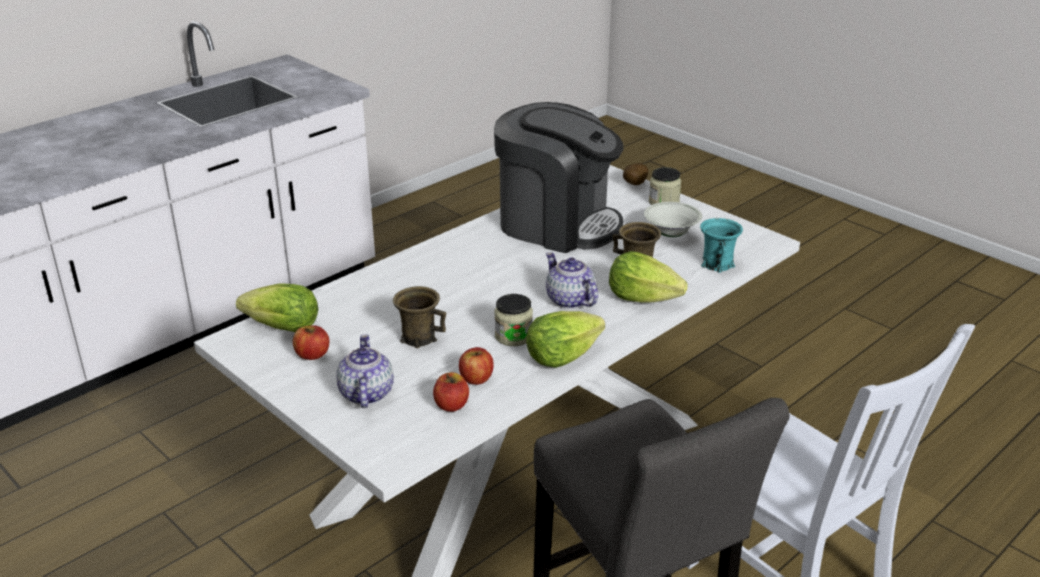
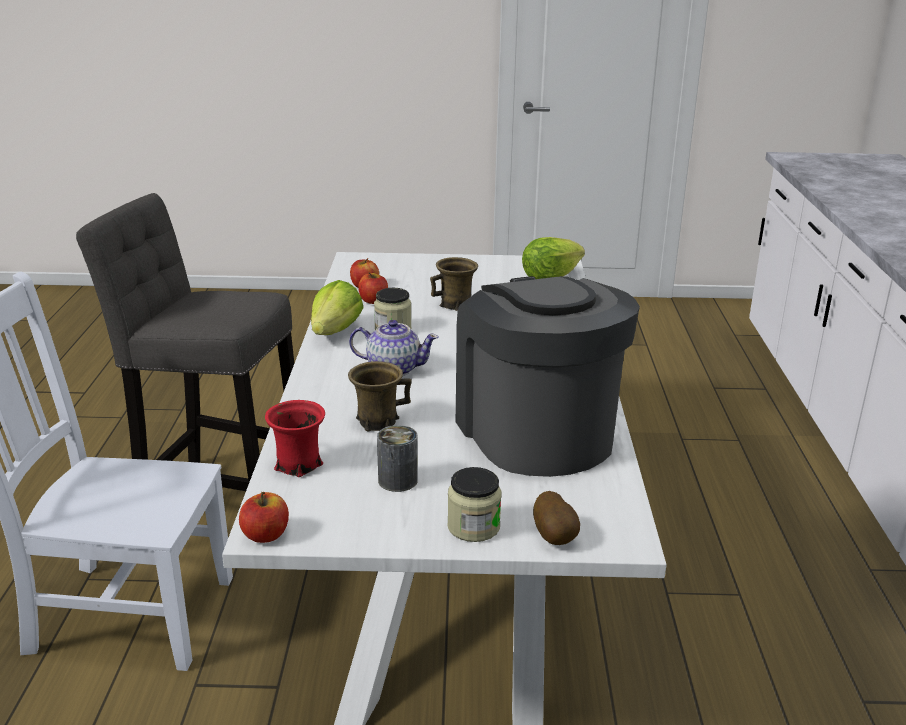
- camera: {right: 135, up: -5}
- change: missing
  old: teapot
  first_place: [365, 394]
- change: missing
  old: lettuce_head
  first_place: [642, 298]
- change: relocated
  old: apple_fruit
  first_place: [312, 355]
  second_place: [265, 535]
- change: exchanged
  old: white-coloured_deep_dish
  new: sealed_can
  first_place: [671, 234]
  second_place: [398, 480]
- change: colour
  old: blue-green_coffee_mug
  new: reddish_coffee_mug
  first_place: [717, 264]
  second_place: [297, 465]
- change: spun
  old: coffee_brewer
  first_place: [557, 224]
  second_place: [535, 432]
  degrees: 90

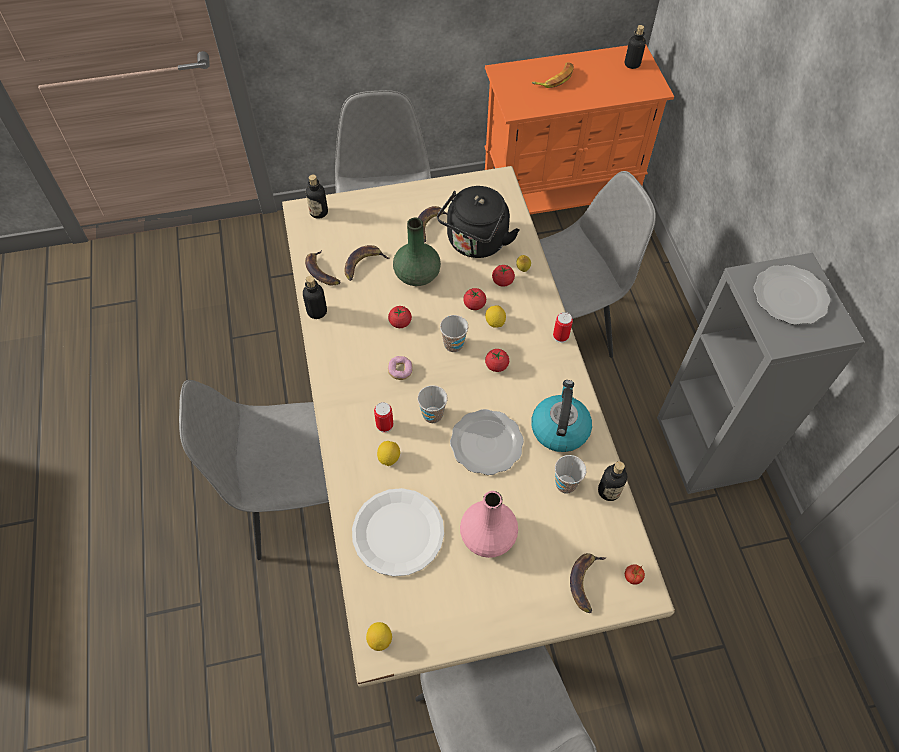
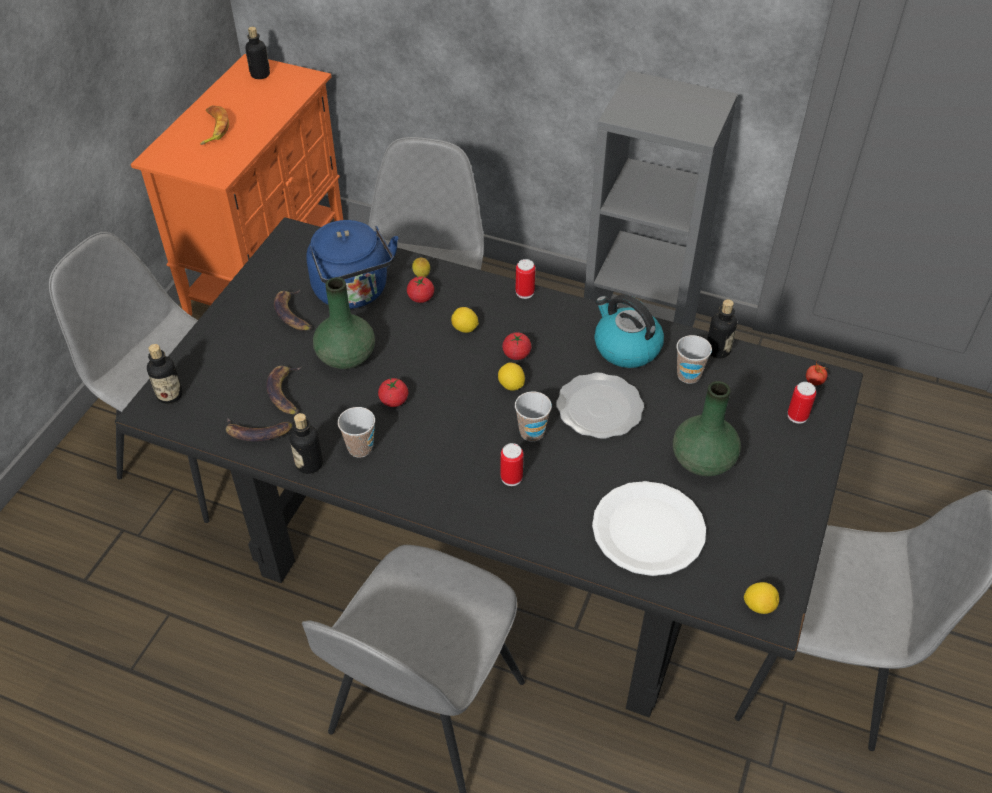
- camera: {right: -55, up: -10}
- change: missing
  old: doughnut
  first_place: [400, 371]
- change: missing
  old: fresh_tomato
  first_place: [474, 305]
- change: missing
  old: plate
  first_place: [790, 296]
- change: relocated
  old: lemon
  first_place: [389, 458]
  second_place: [511, 385]
- change: relocated
  old: drinking_cup
  first_place: [453, 344]
  second_place: [360, 448]
- change: exchanged
  old: whole_banana
  new: sealed_can
  first_place: [584, 581]
  second_place: [797, 416]
- change: colour
  old: sand-coloured_kitchen_table
  new: black-coloured_kitchen_table
  first_place: [445, 464]
  second_place: [492, 543]
- change: colour
  old: black-coloured_water_kettle
  new: bluish_water_kettle
  first_place: [475, 243]
  second_place: [353, 292]
- change: colour
  old: pink-coloured_vase
  new: greenish_vase
  first_place: [487, 535]
  second_place: [702, 460]

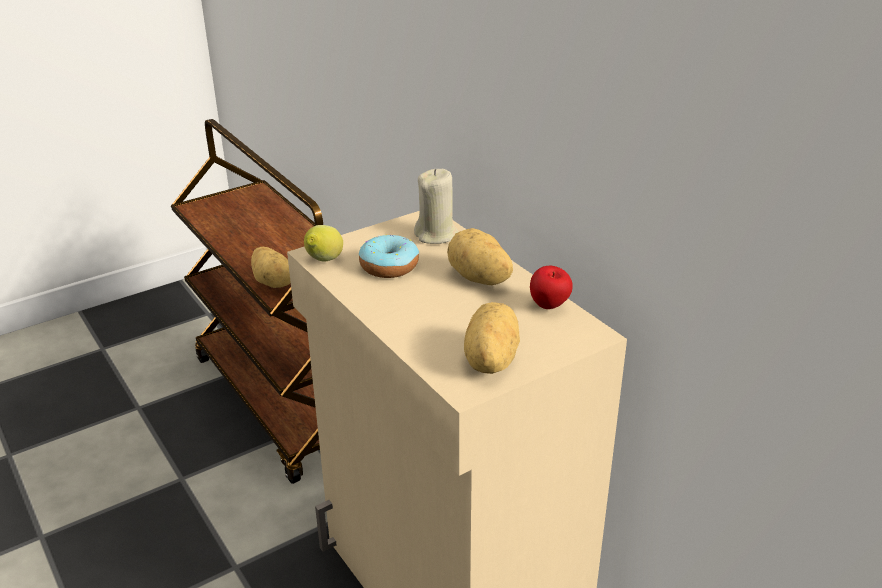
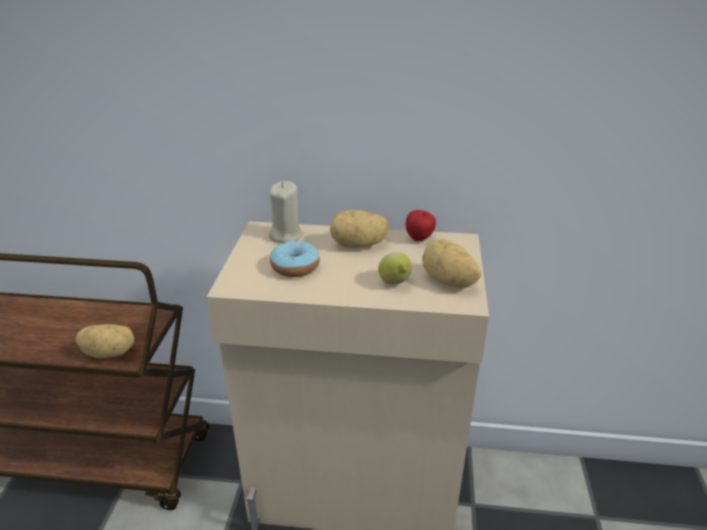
- camera: {right: -50, up: 0}
- change: relocated
  old: lemon
  first_place: [323, 261]
  second_place: [395, 284]

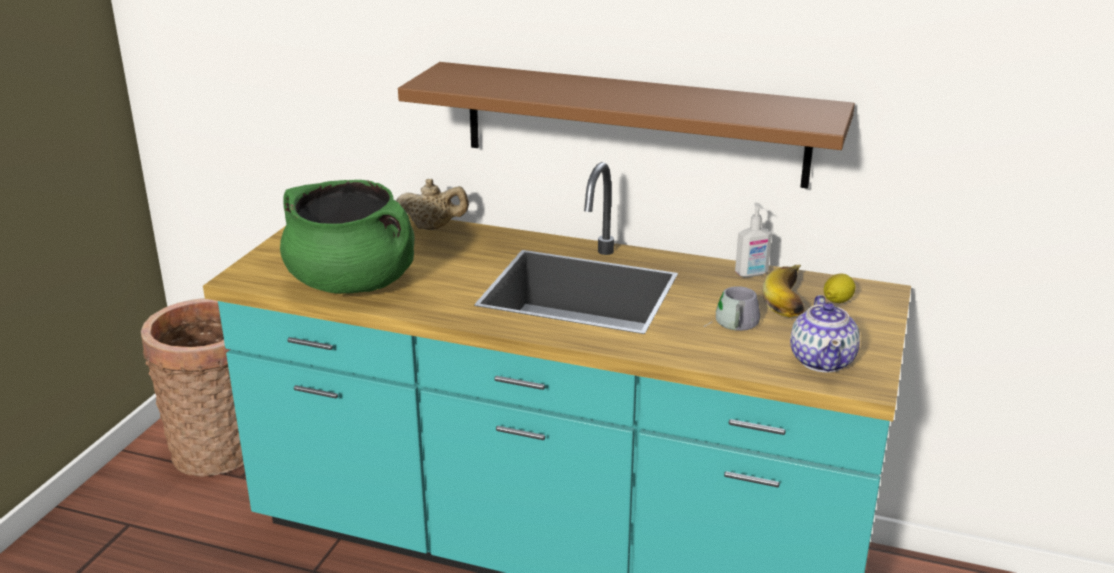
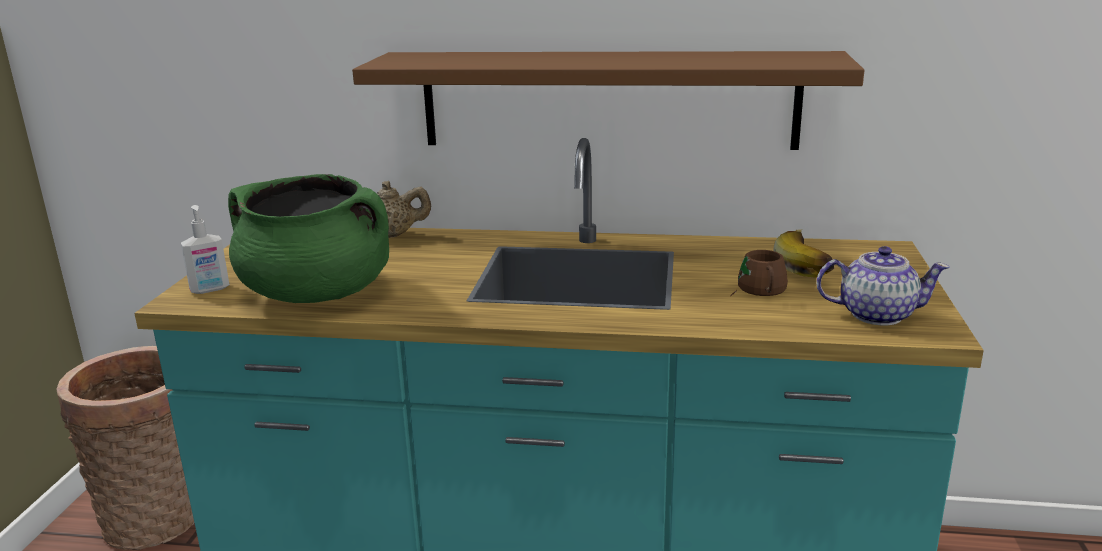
- camera: {right: -10, up: -5}
- change: missing
  old: lemon
  first_place: [836, 301]
- change: relocated
  old: soap_dispenser
  first_place: [751, 274]
  second_place: [210, 289]
- change: colour
  old: greyish_coffee_mug
  new: brown-coloured_coffee_mug
  first_place: [731, 323]
  second_place: [757, 290]
- change: spun
  old: teapot
  first_place: [822, 360]
  second_place: [875, 314]
  degrees: -75

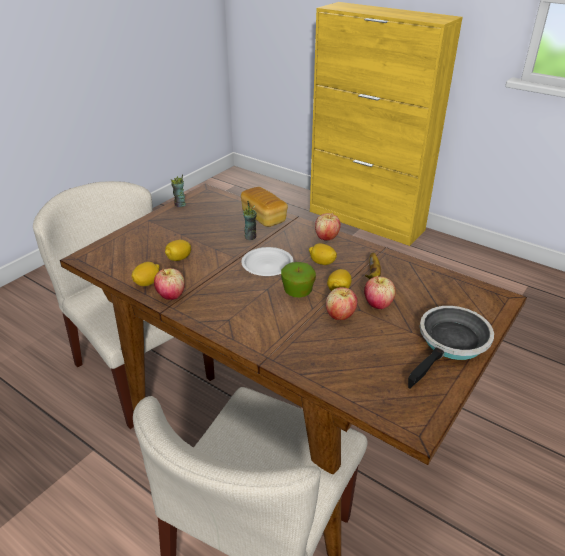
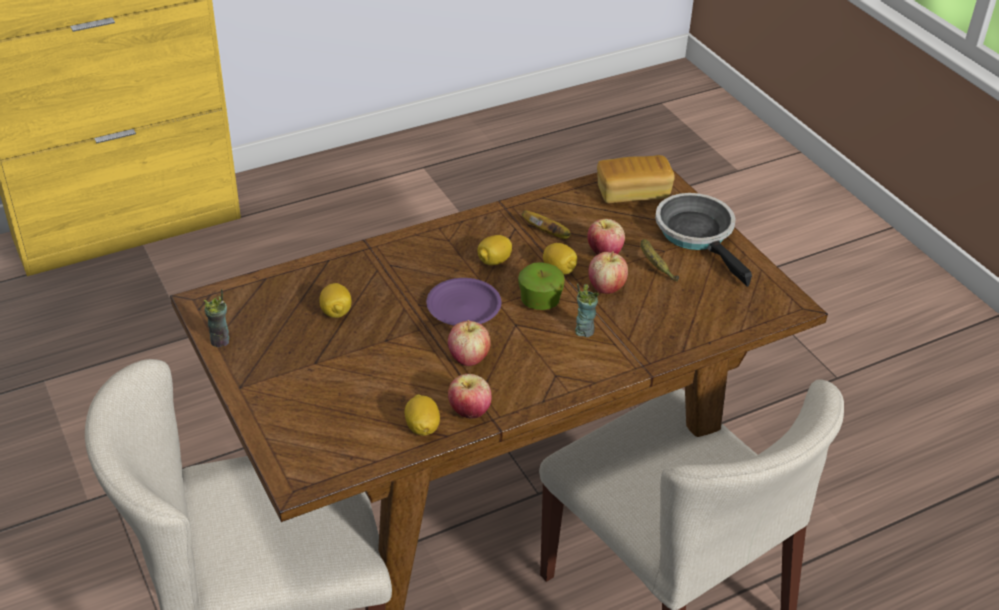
- camera: {right: -65, up: 5}
- change: appeared
  new: whole_banana
  second_place: [654, 265]
- change: relocated
  old: lemon
  first_place: [179, 259]
  second_place: [336, 312]
- change: relocated
  old: bread
  first_place: [264, 217]
  second_place: [632, 193]
- change: relocated
  old: drinking_cup
  first_place: [250, 237]
  second_place: [584, 330]
- change: relocated
  old: apple_fruit
  first_place: [326, 237]
  second_place: [468, 358]
- change: colour
  old: white-coloured_plate
  new: purple_plate
  first_place: [267, 265]
  second_place: [463, 307]

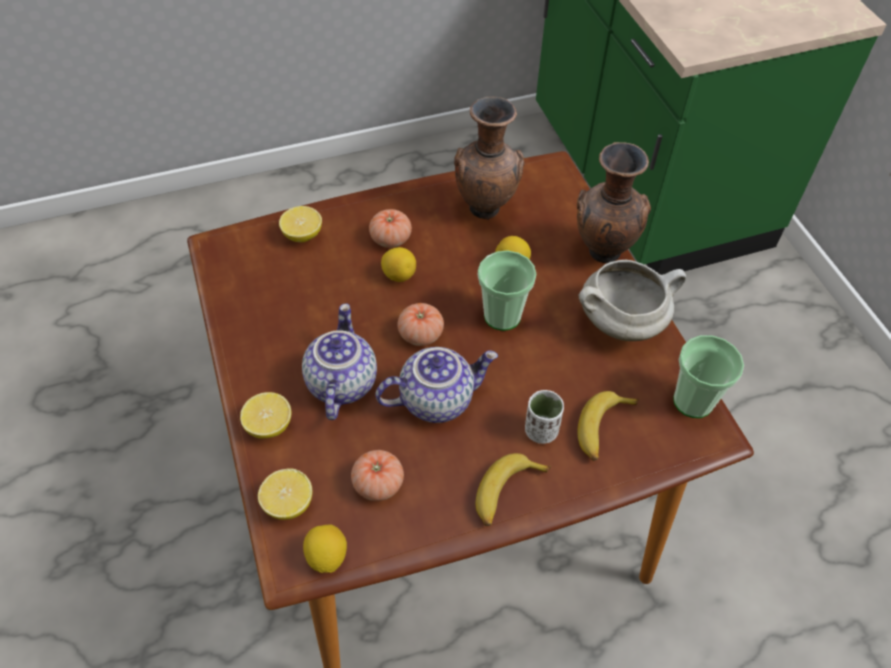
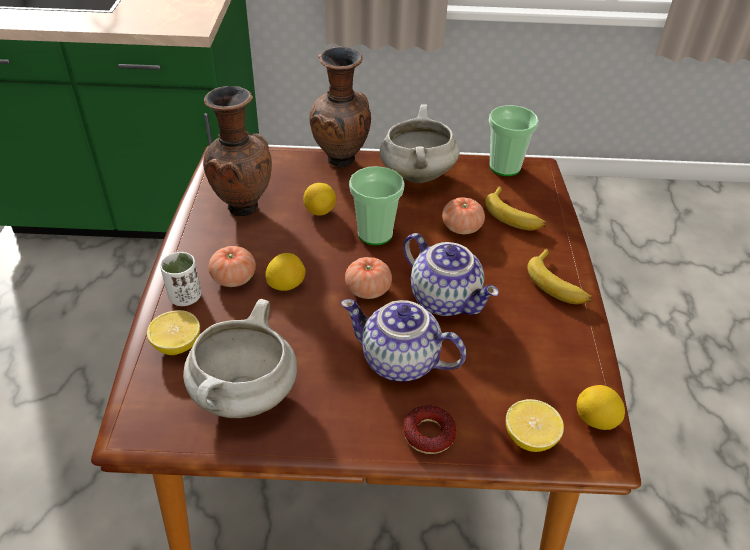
- camera: {right: -70, up: -10}
- change: appeared
  new: white-coloured_stockpot
  second_place: [245, 396]
- change: relocated
  old: fresh_tomato
  first_place: [378, 483]
  second_place: [461, 227]
- change: relocated
  old: white-coloured_drinking_cup
  first_place: [541, 430]
  second_place: [185, 297]
- change: exchanged
  old: lemon
  new: doughnut
  first_place: [269, 425]
  second_place: [429, 434]
- change: spun
  old: teapot
  first_place: [436, 398]
  second_place: [446, 299]
  degrees: 135

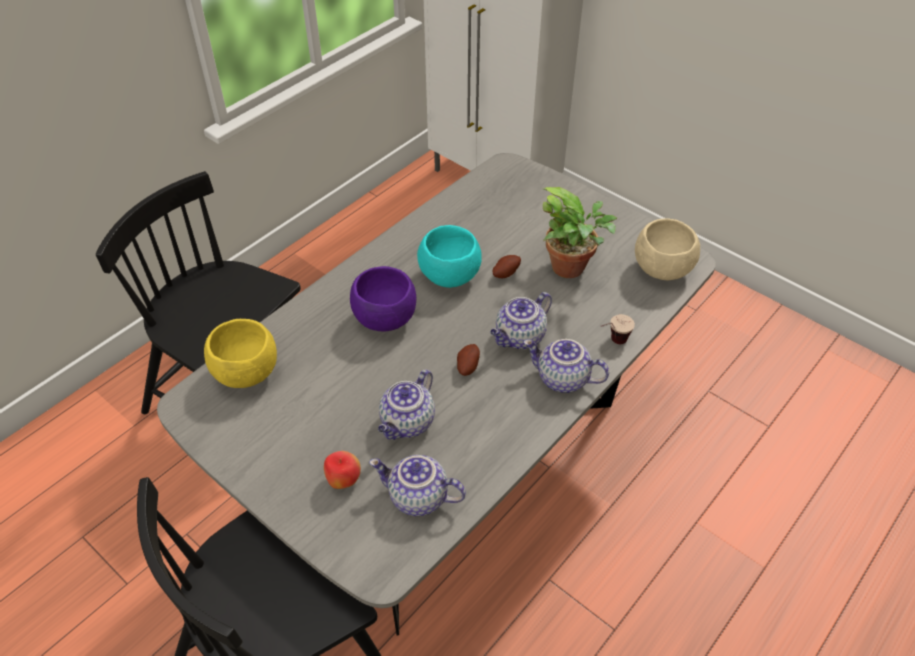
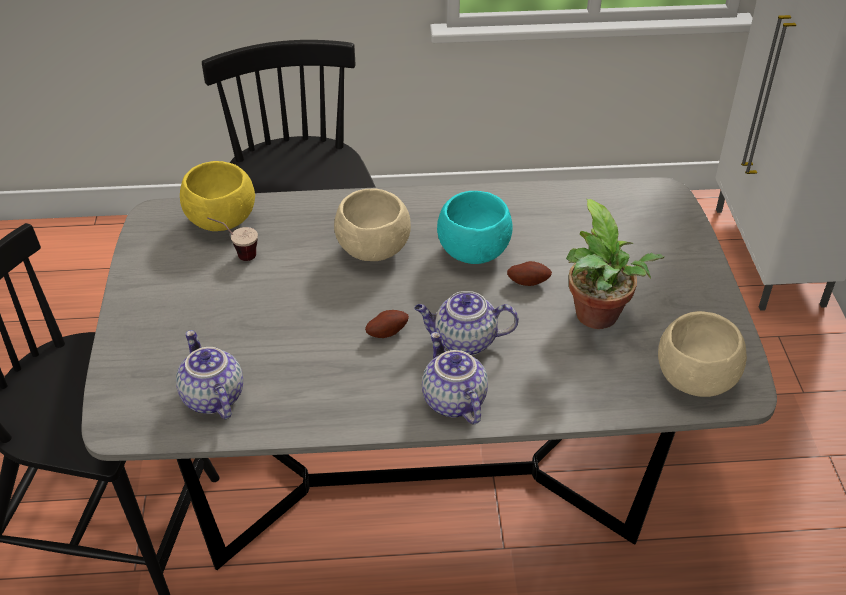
- camera: {right: 45, up: -5}
- change: missing
  old: apple_fruit
  first_place: [343, 480]
- change: missing
  old: teapot
  first_place: [407, 423]
- change: relocated
  old: drinking_cup
  first_place: [611, 343]
  second_place: [236, 254]
- change: colour
  old: purple_deep_dish
  new: sand-coloured_deep_dish
  first_place: [385, 319]
  second_place: [372, 251]

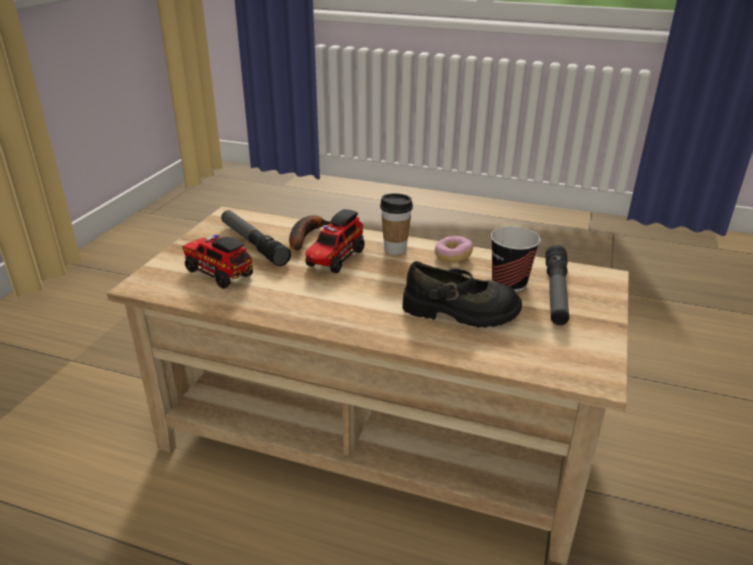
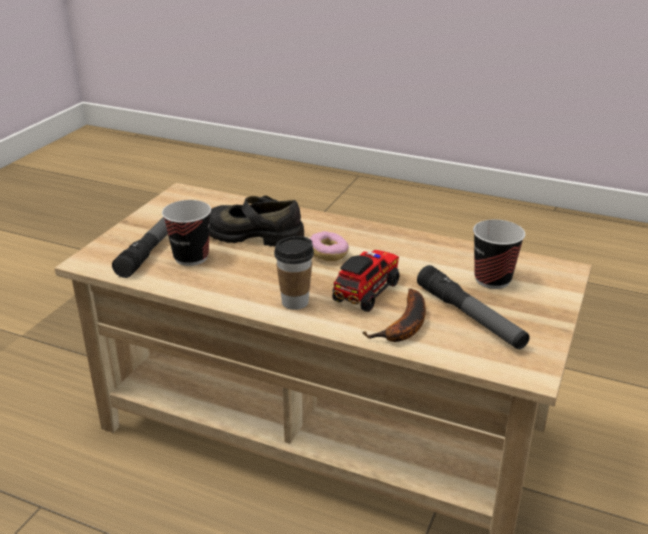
- camera: {right: -175, up: 0}
- change: relocated
  old: doughnut
  first_place: [453, 256]
  second_place: [328, 254]
- change: exchanged
  old: toy_truck
  new: drinking_cup
  first_place: [218, 273]
  second_place: [492, 280]

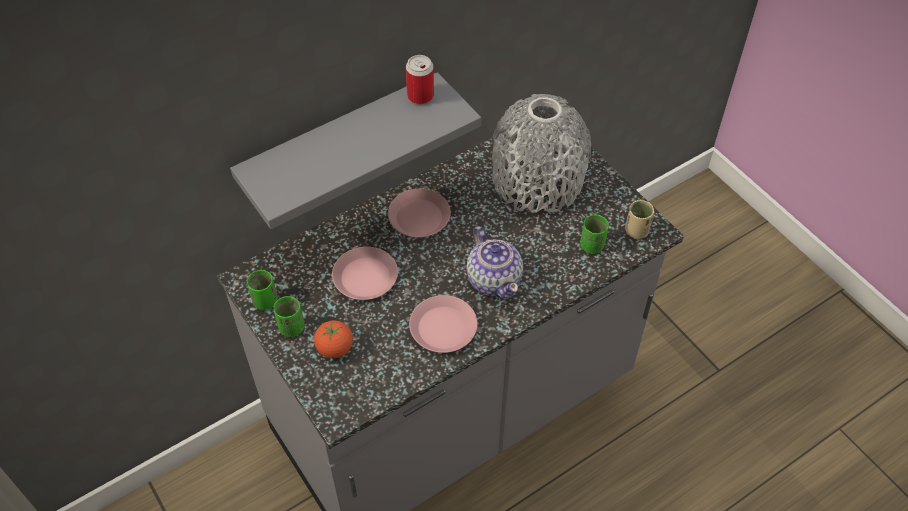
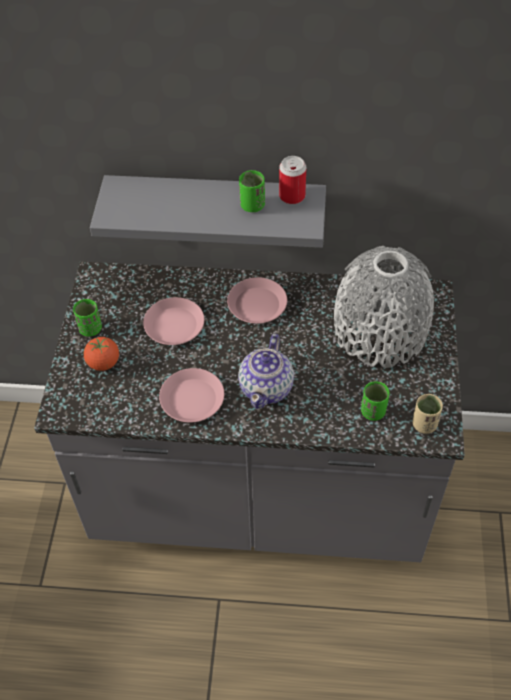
- camera: {right: 40, up: 0}
- change: relocated
  old: greenish_drinking_cup
  first_place: [265, 301]
  second_place: [252, 205]

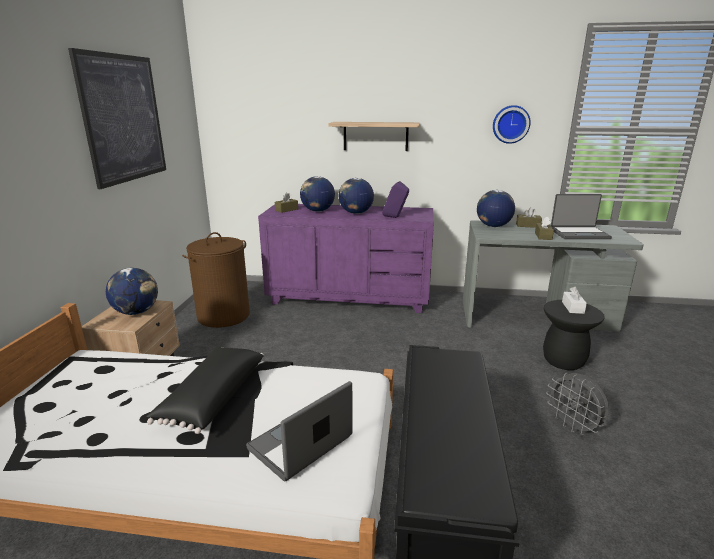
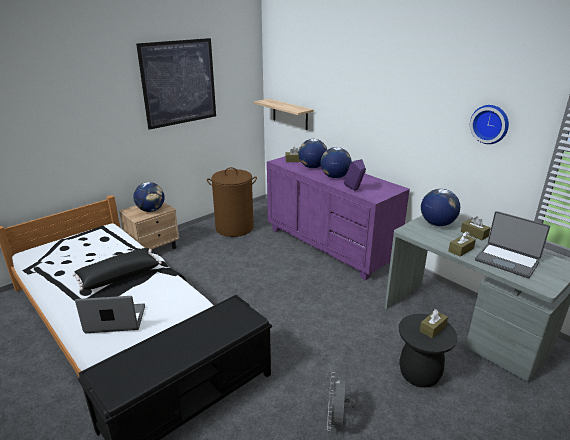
- camera: {right: 40, up: 5}
- change: relocated
  old: shelf
  first_place: [375, 136]
  second_place: [290, 114]
- change: colour
  old: white-coloured_tissue_box
  new: brown-coloured_tissue_box
  first_place: [573, 307]
  second_place: [432, 328]

